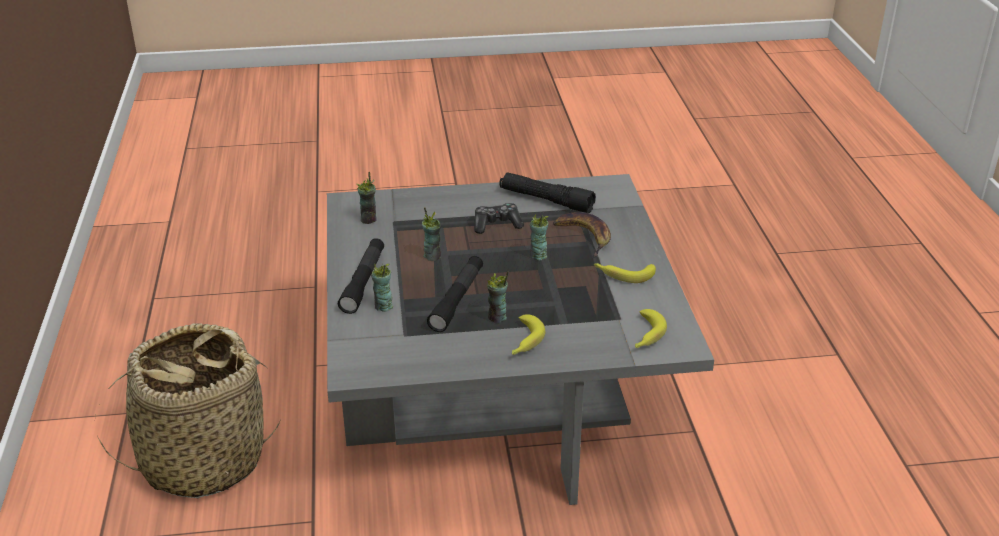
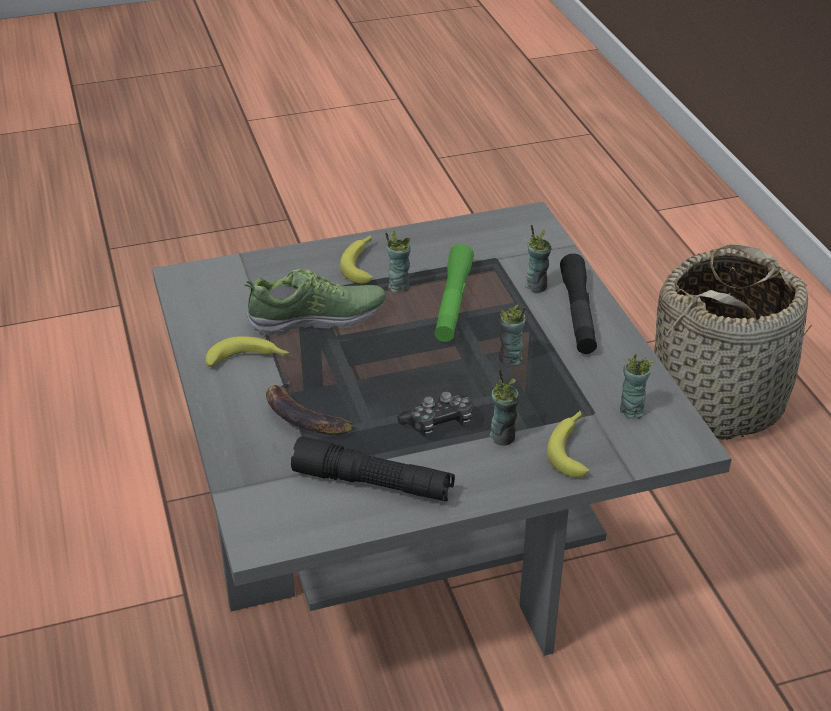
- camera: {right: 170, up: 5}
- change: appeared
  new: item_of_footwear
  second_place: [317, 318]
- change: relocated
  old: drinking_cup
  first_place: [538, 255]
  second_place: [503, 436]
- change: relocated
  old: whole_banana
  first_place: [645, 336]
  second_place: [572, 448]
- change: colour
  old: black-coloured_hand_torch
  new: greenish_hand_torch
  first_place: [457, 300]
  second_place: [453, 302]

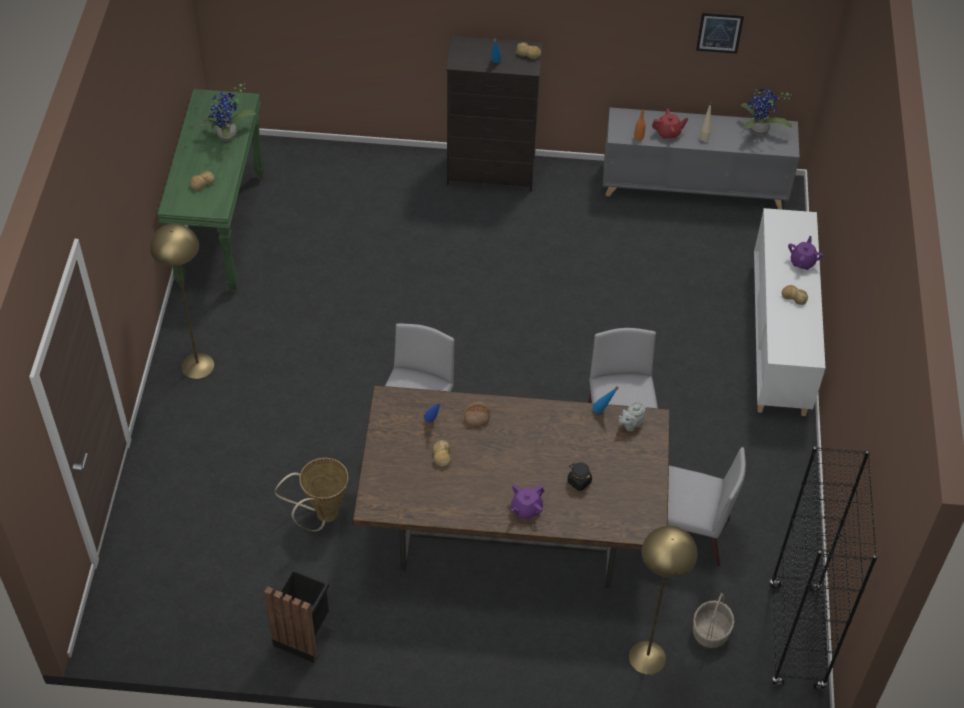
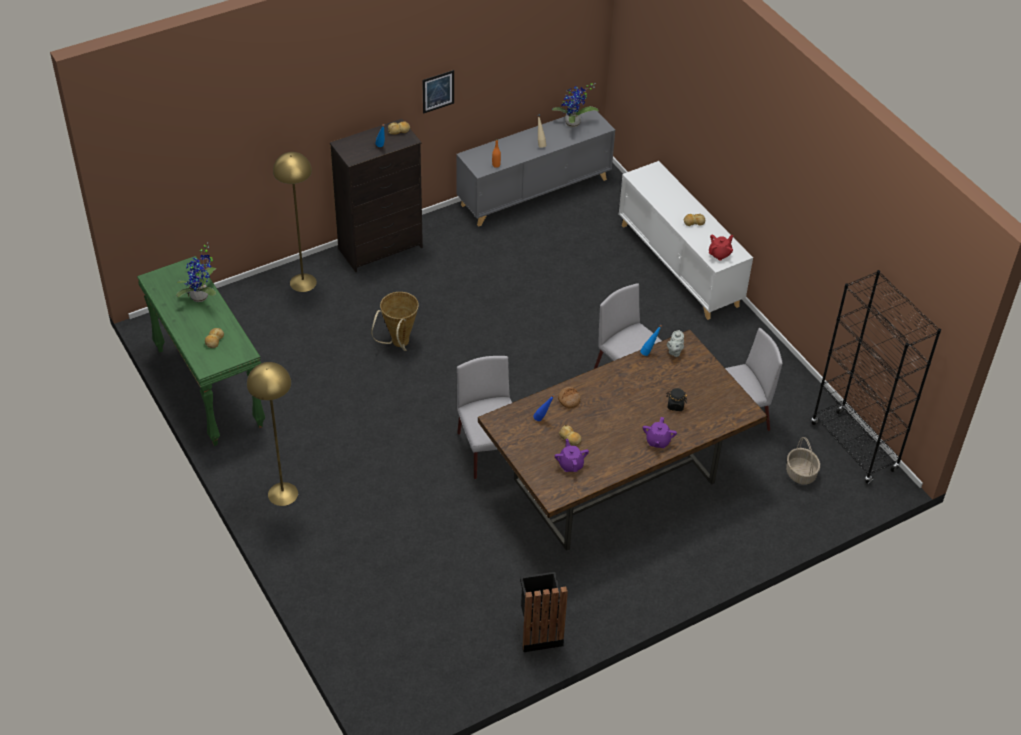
- camera: {right: -35, up: -5}
- change: relocated
  old: household_basket
  first_place: [322, 516]
  second_place: [398, 344]
- change: relocated
  old: yellowish_floor_lamp
  first_place: [647, 657]
  second_place: [303, 282]
- change: relocated
  old: reddish_teapot
  first_place: [668, 133]
  second_place: [719, 254]
- change: relocated
  old: wall_picture
  first_place: [719, 32]
  second_place: [438, 91]
- change: relocated
  old: purple_teapot
  first_place: [802, 262]
  second_place: [570, 464]

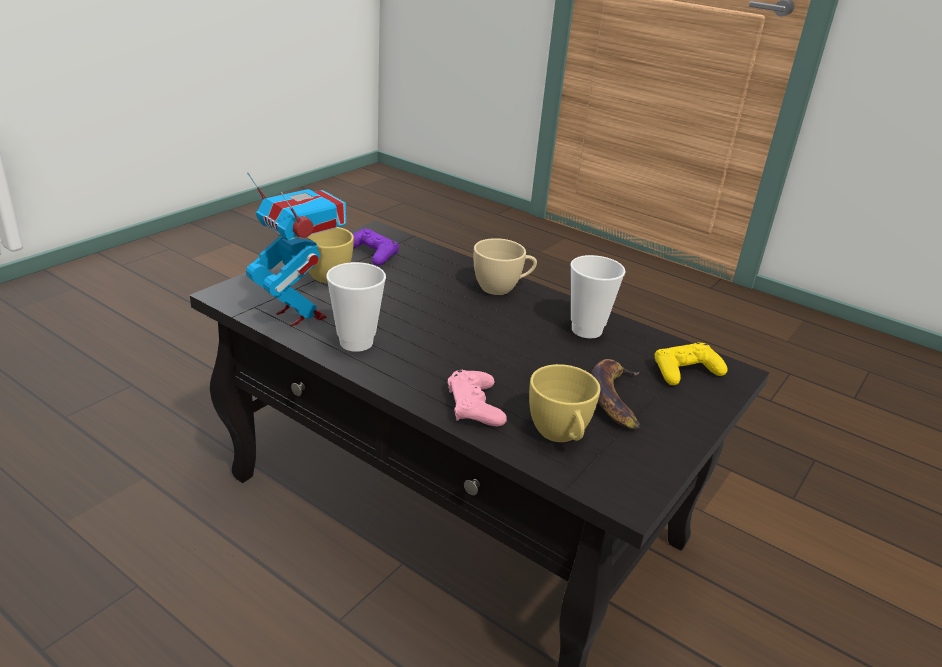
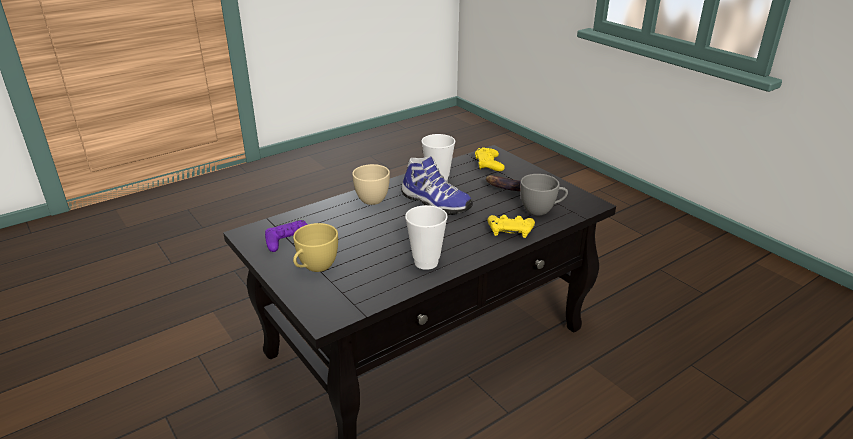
- camera: {right: -70, up: 0}
- change: missing
  old: toy_robot
  first_place: [300, 314]
- change: appeared
  new: item_of_footwear
  second_place: [434, 203]
- change: colour
  old: pink-coloured_joypad
  new: yellowish_joypad
  first_place: [475, 406]
  second_place: [510, 230]
- change: colour
  old: yellowish_drinking_cup
  new: greyish_drinking_cup
  first_place: [560, 436]
  second_place: [541, 210]

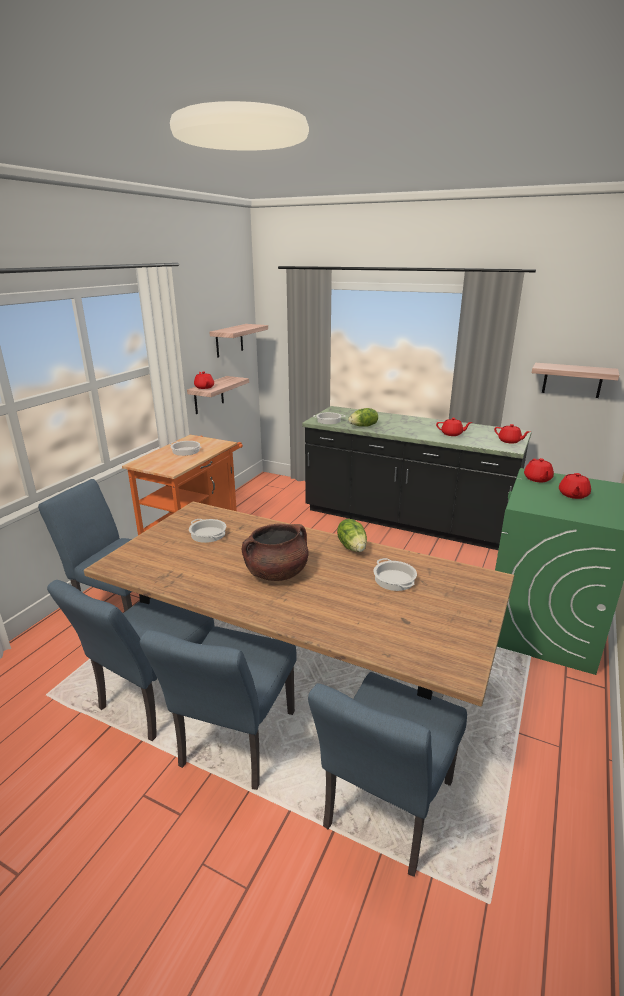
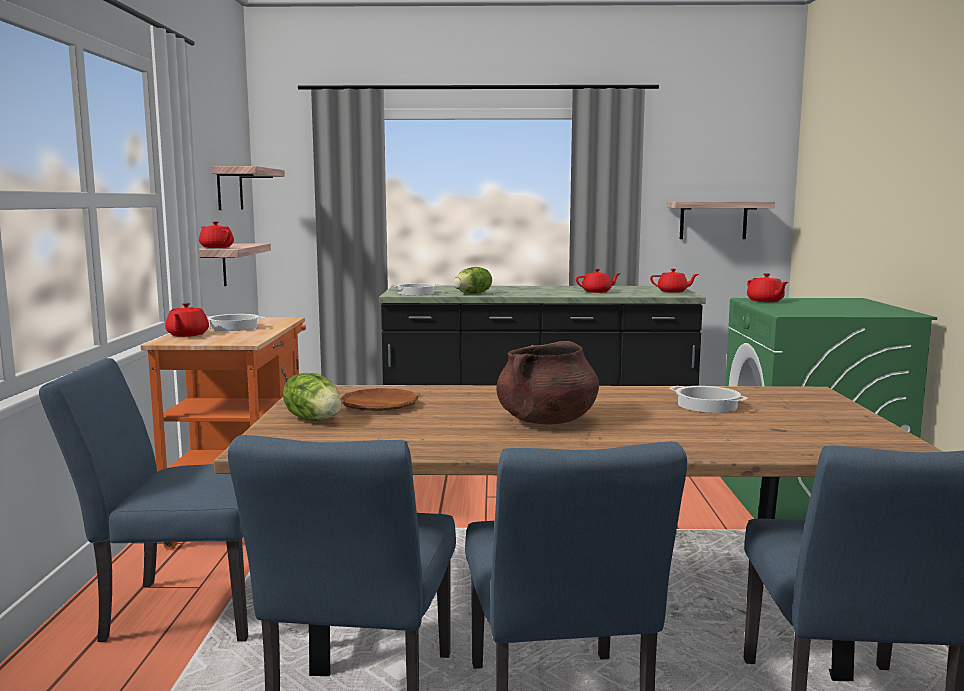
- camera: {right: -25, up: -15}
- change: relocated
  old: lettuce_head
  first_place: [352, 547]
  second_place: [314, 419]
- change: relocated
  old: reddish_teapot
  first_place: [573, 495]
  second_place: [187, 335]
- change: exchanged
  old: stockpot
  new: brown-coloured_plate
  first_place: [208, 534]
  second_place: [379, 405]

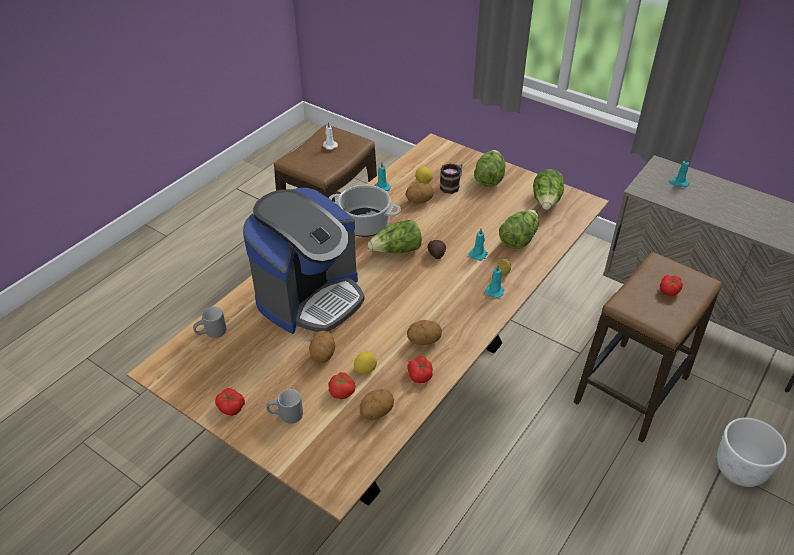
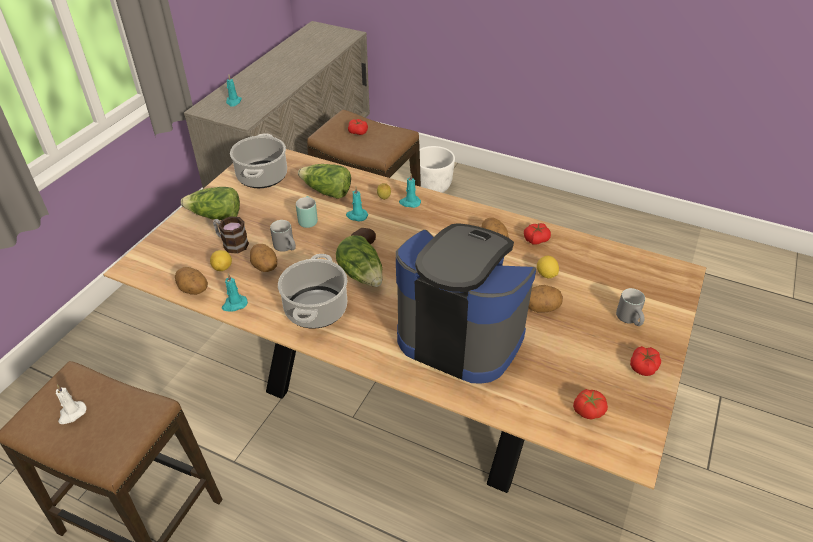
- camera: {right: -100, up: 0}
- change: appeared
  new: blue-green_coffee_mug
  second_place: [307, 219]
- change: relocated
  old: greyish_coffee_mug
  first_place: [212, 334]
  second_place: [287, 248]
- change: relocated
  old: fresh_tomato
  first_place: [342, 391]
  second_place: [588, 410]
- change: relocated
  old: spud
  first_place: [376, 412]
  second_place: [193, 291]
- change: exchanged
  old: lettuce_head
  new: stockpot
  first_place: [547, 201]
  second_place: [262, 176]

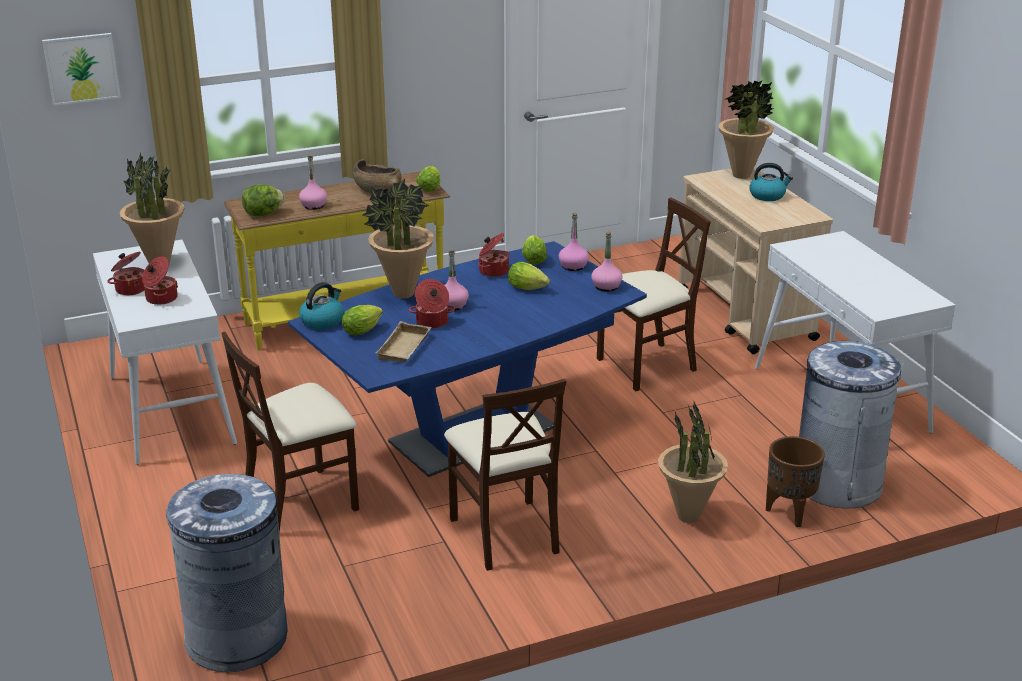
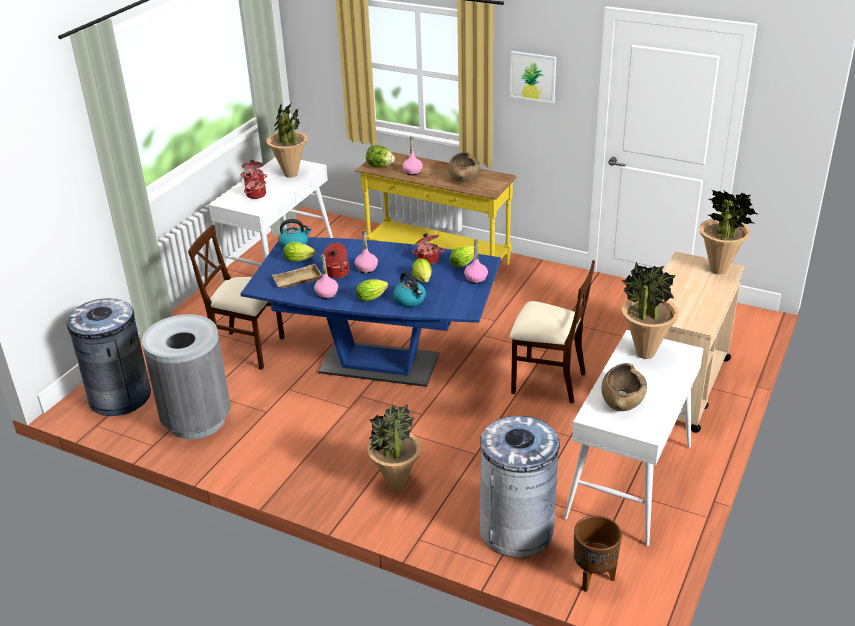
- camera: {right: 50, up: 5}
- change: missing
  old: sand-coloured_upright_chair
  first_place: [505, 533]
- change: appeared
  new: greyish_waste_bin
  second_place: [197, 421]
- change: appeared
  new: brown-coloured_deep_dish
  second_place: [622, 399]
- change: relocated
  old: wall_picture
  first_place: [81, 68]
  second_place: [533, 76]
- change: relocated
  old: potted_plant
  first_place: [403, 294]
  second_place: [644, 353]
- change: relocated
  old: lettuce_head
  first_place: [430, 188]
  second_place: [373, 297]
- change: relocated
  old: pink-coloured_beverage_bottle
  first_place: [606, 286]
  second_place: [326, 294]
- change: relocated
  old: water_kettle
  first_place: [768, 195]
  second_place: [410, 300]
- change: relocated
  old: brown-coloured_planter
  first_place: [789, 513]
  second_place: [593, 578]

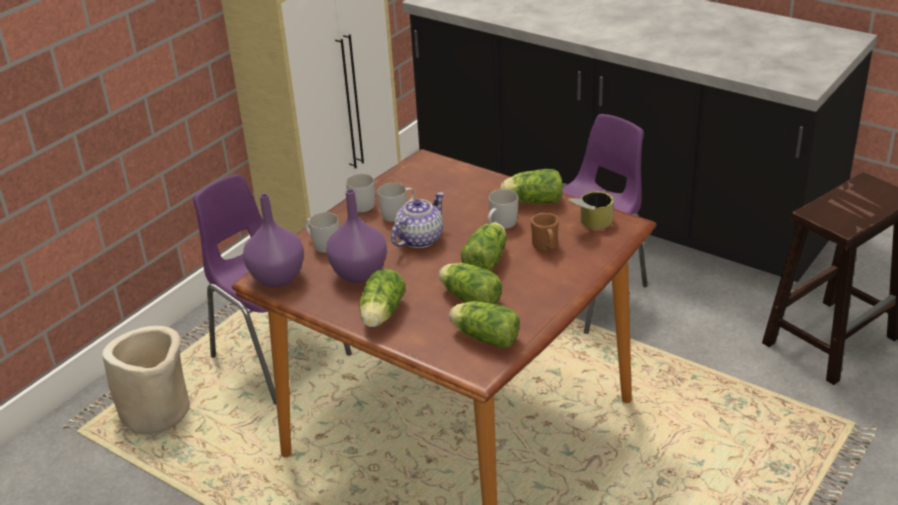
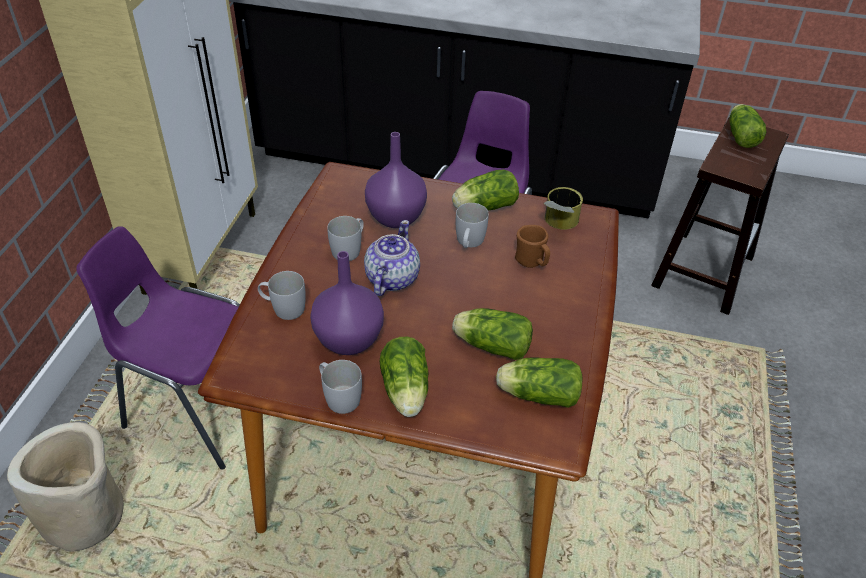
- camera: {right: -25, up: 10}
- change: relocated
  old: purple_vase
  first_place: [278, 277]
  second_place: [396, 217]
- change: relocated
  old: white-coloured_coffee_mug
  first_place: [361, 203]
  second_place: [338, 396]
- change: relocated
  old: lettuce_head
  first_place: [487, 259]
  second_place: [741, 135]

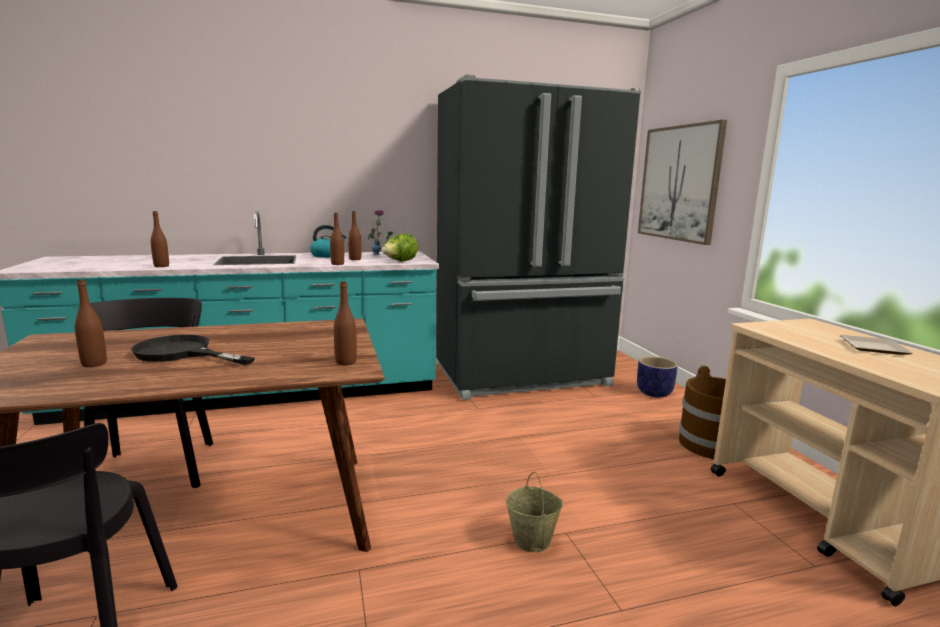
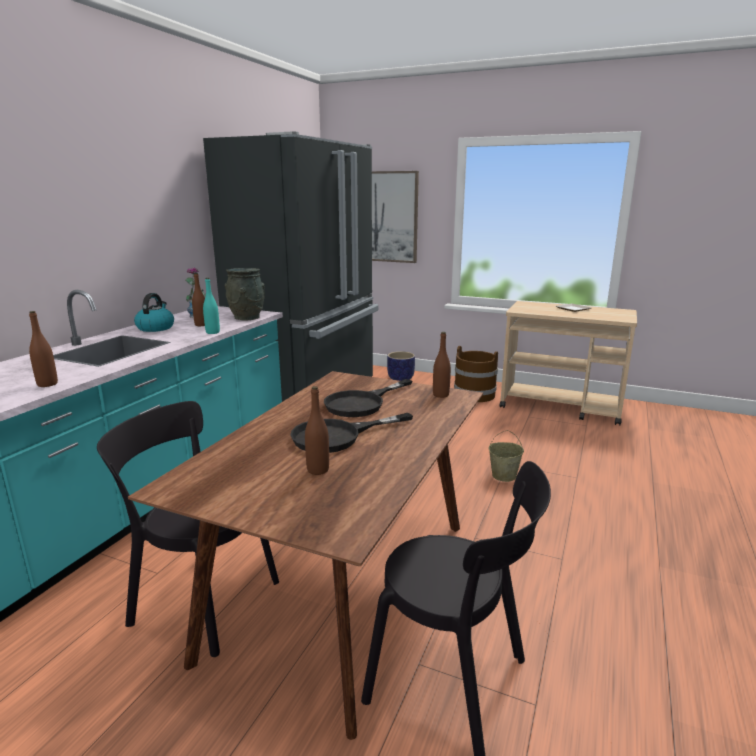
- camera: {right: -50, up: 5}
- change: appeared
  new: black-coloured_frying_pan
  second_place: [362, 403]
- change: exchanged
  old: lettuce_head
  new: greyish_vase
  first_place: [400, 261]
  second_place: [247, 317]
- change: colour
  old: brown-coloured_beverage_bottle
  new: blue-green_beverage_bottle
  first_place: [337, 264]
  second_place: [212, 332]

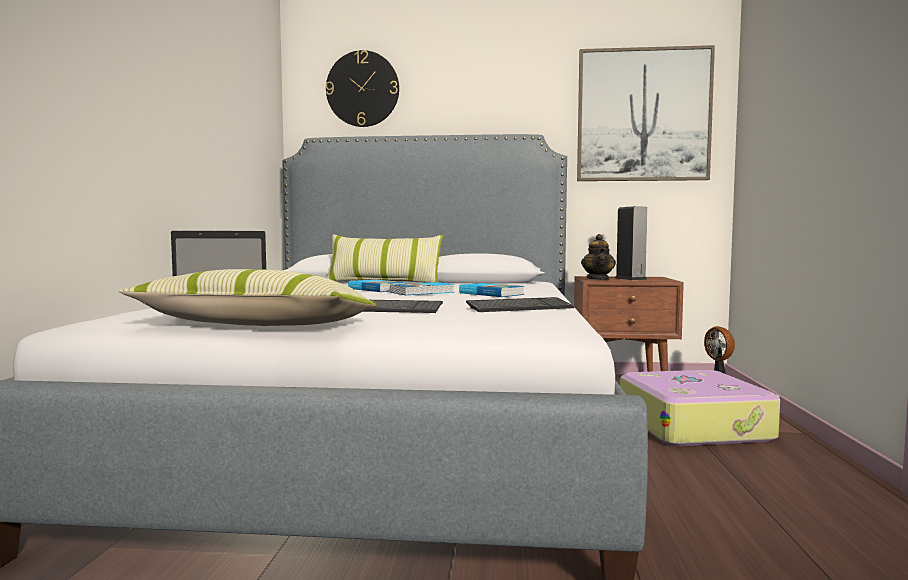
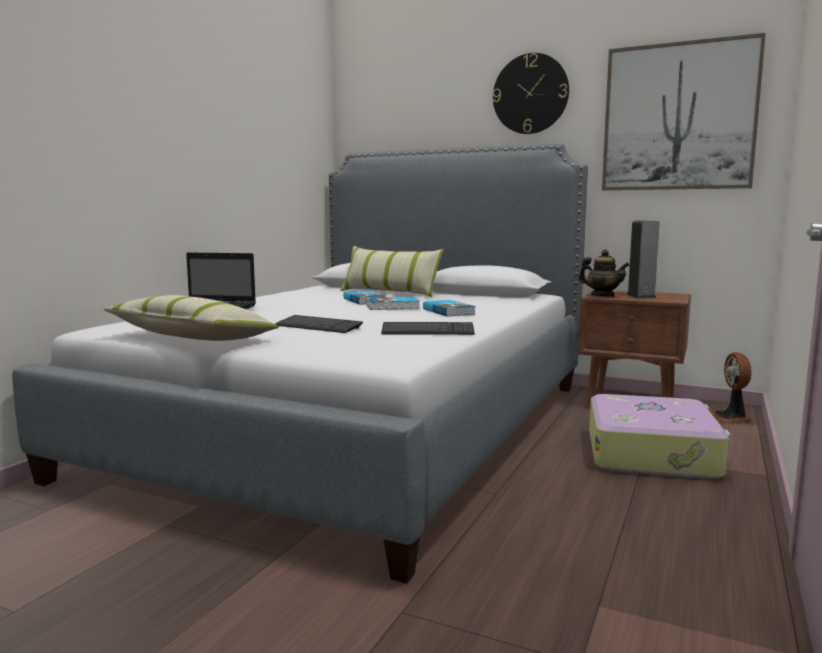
- camera: {right: 20, up: 5}
- change: relocated
  old: clock_on_the_wall
  first_place: [362, 89]
  second_place: [530, 94]
- change: spun
  old: teapot
  first_place: [598, 279]
  second_place: [602, 296]
  degrees: -75

